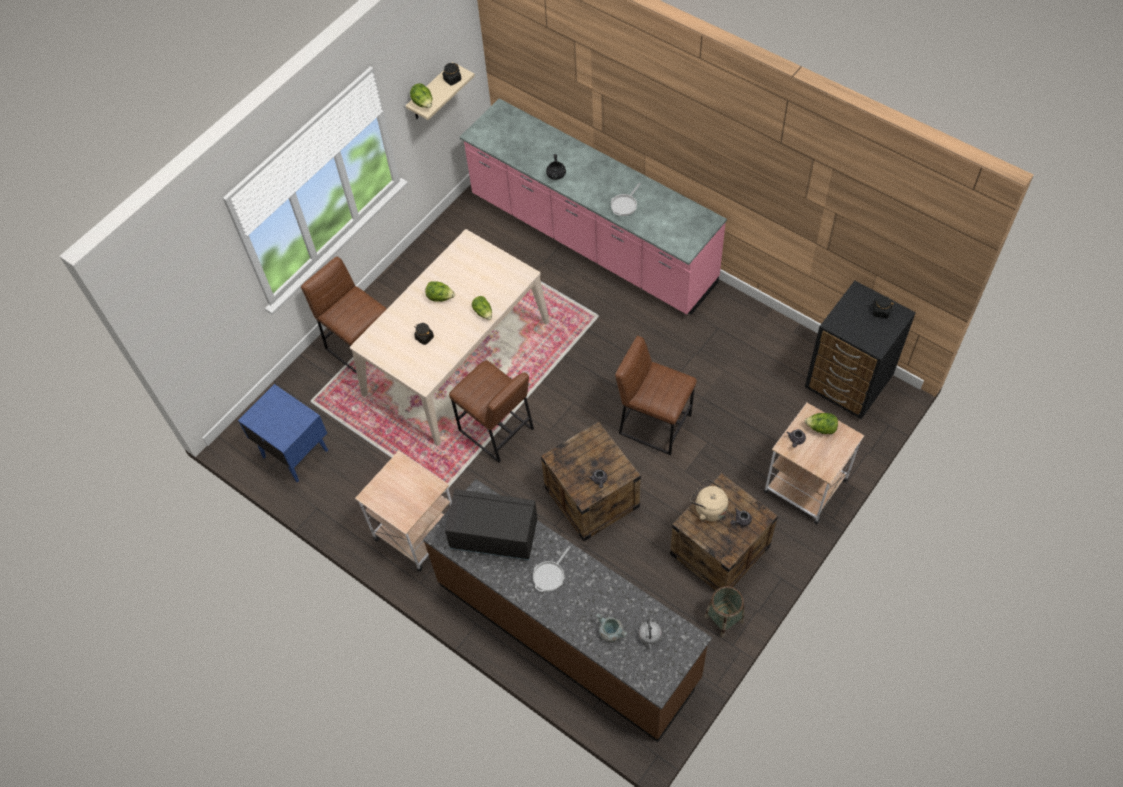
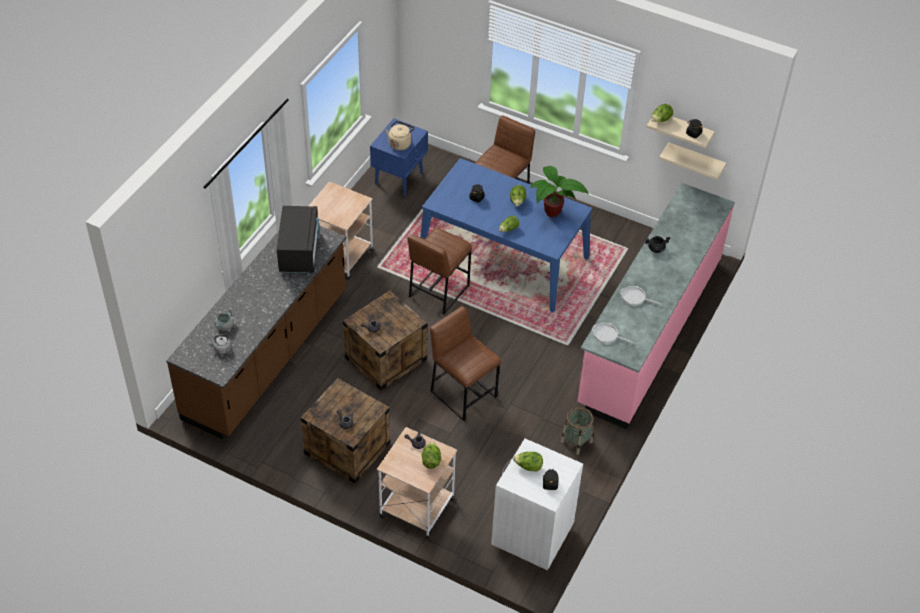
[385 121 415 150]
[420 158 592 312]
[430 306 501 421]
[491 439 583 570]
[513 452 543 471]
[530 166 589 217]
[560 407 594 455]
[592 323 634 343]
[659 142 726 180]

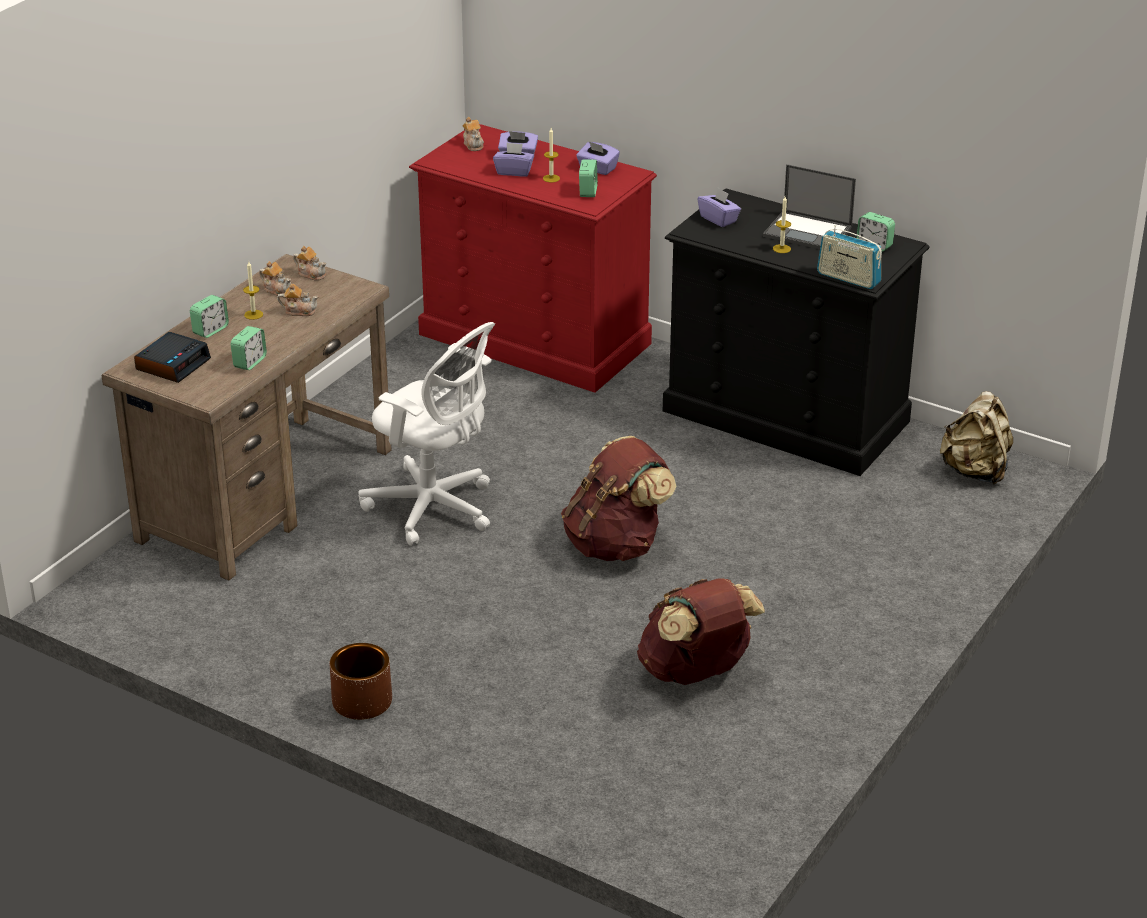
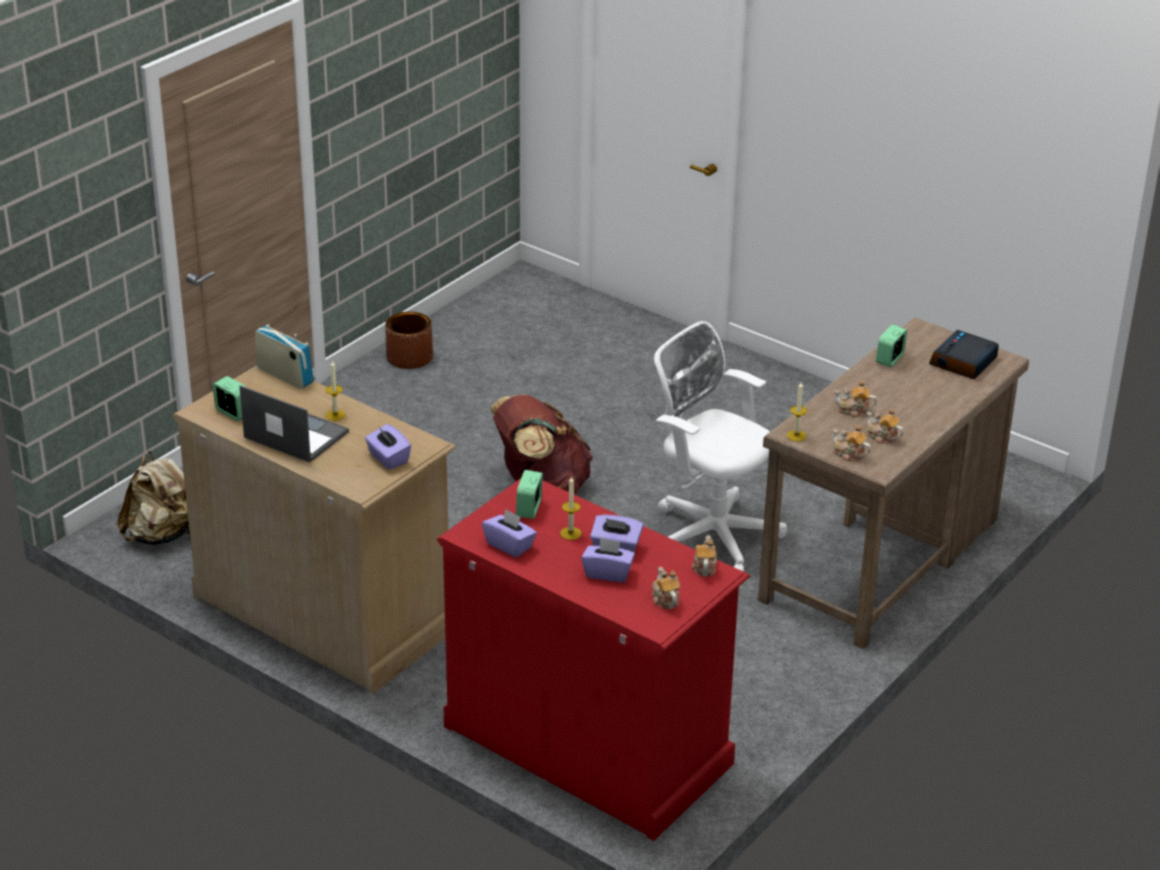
[173 365 457 694]
[385 312 433 369]
[692 535 717 577]
[787 382 807 441]
[190 295 229 338] (first image)
[637 578 765 685] (first image)

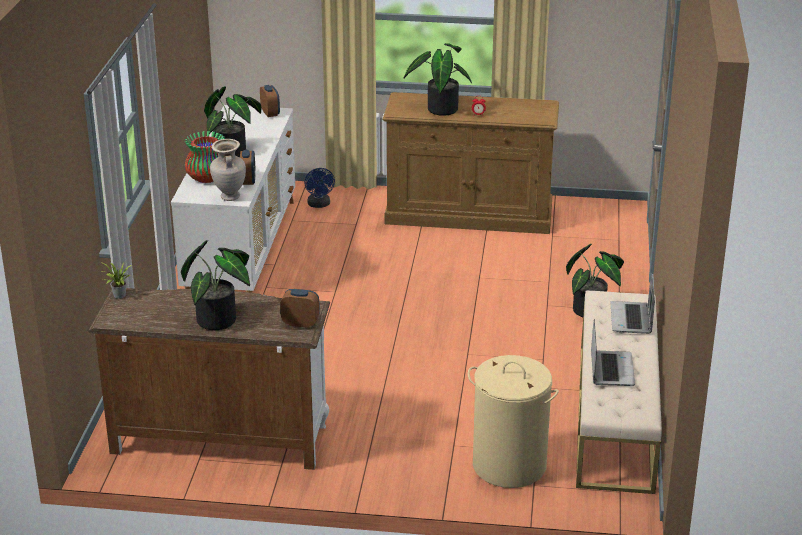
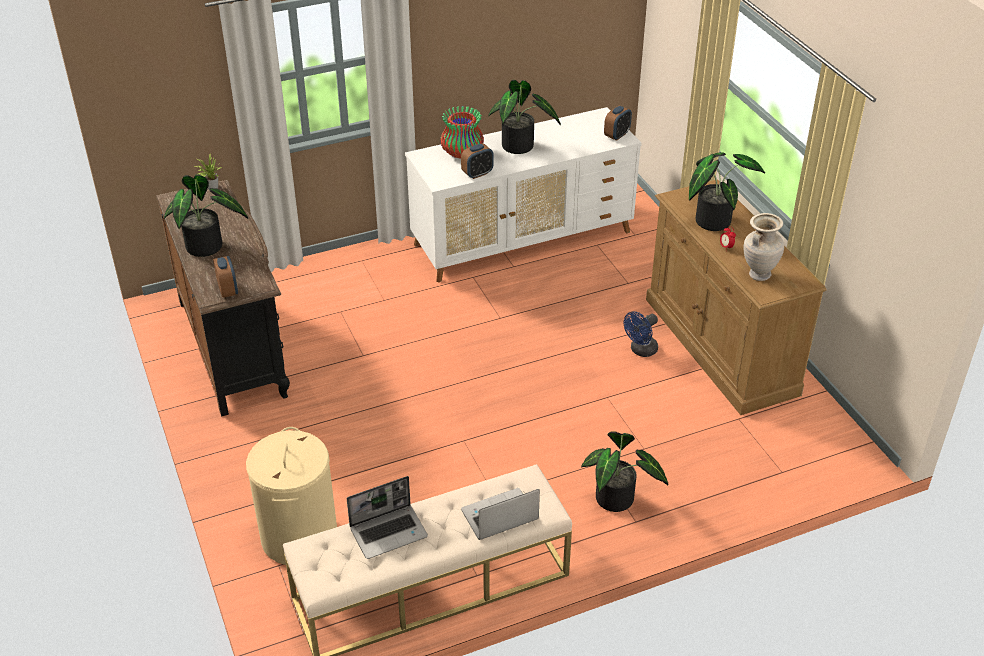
[156 180 290 417]
[624 311 658 357]
[743 213 784 281]

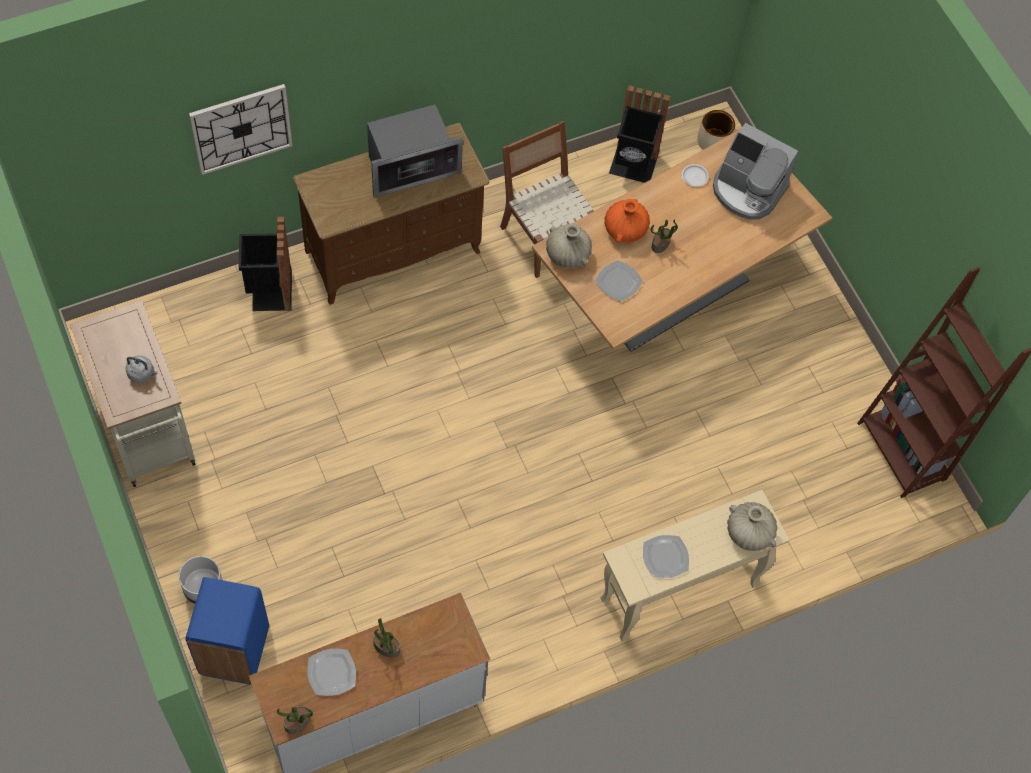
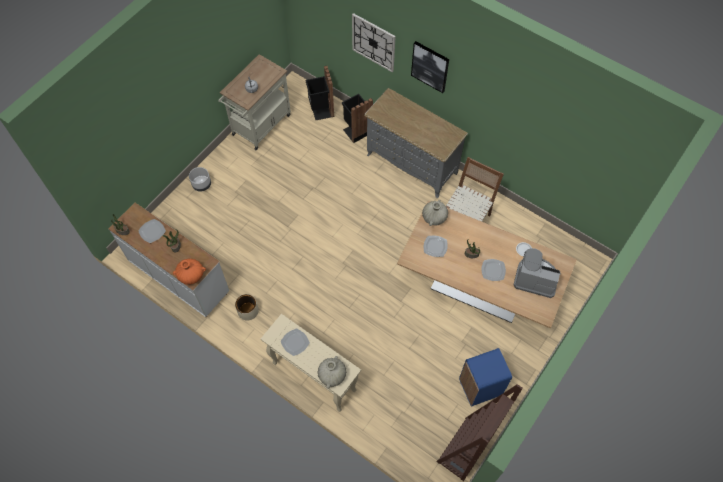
[173 258 206 285]
[235 294 259 321]
[305 66 334 121]
[364 88 468 198]
[411 41 449 93]
[459 348 512 407]
[481 259 506 281]
[514 248 561 298]
[367 105 463 198] (first image)

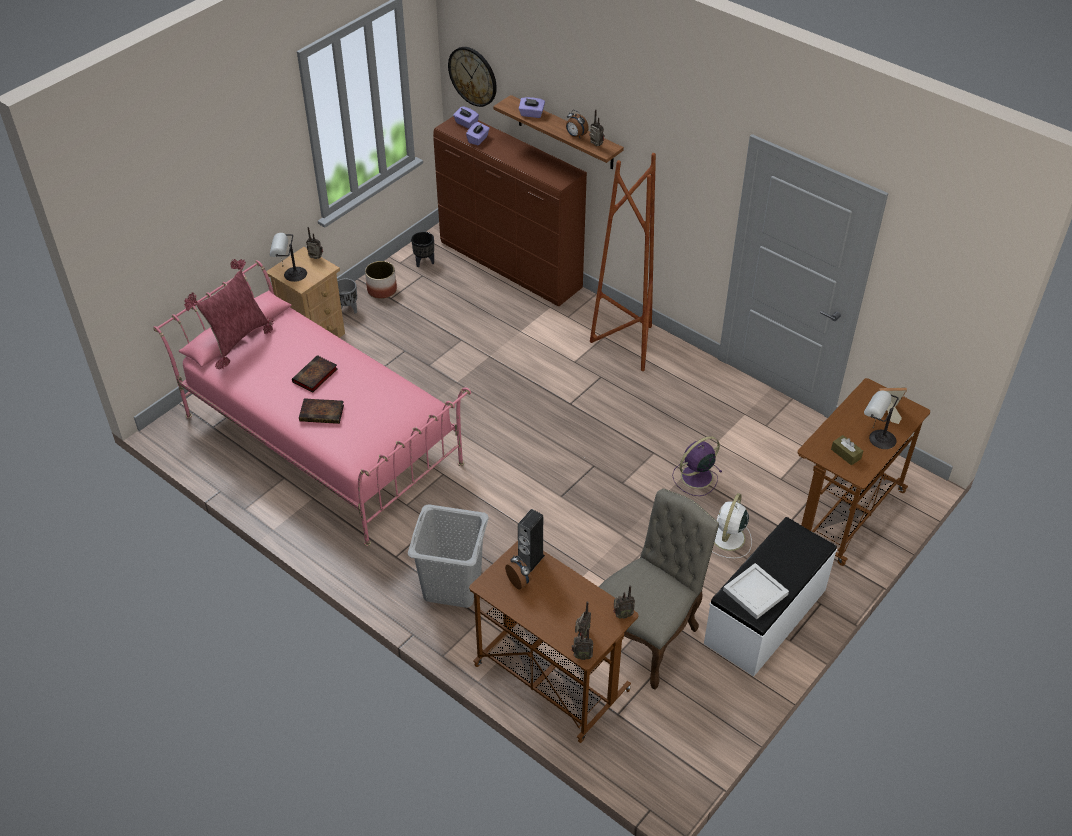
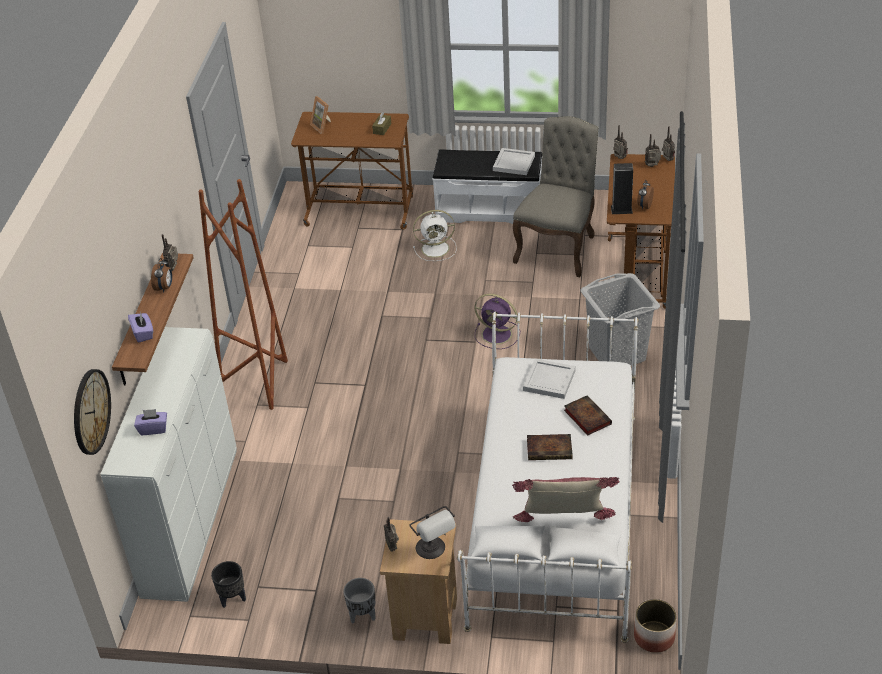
[100 327 237 602]
[457 312 638 643]
[475 294 520 349]
[513 116 598 277]
[523 359 576 399]
[634 599 677 653]
[453 106 479 129] (first image)
[864 391 898 449] (first image)

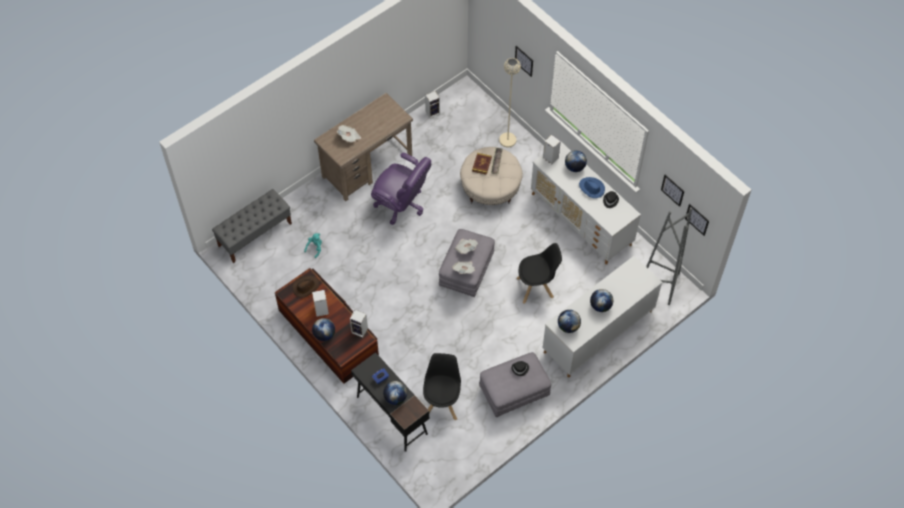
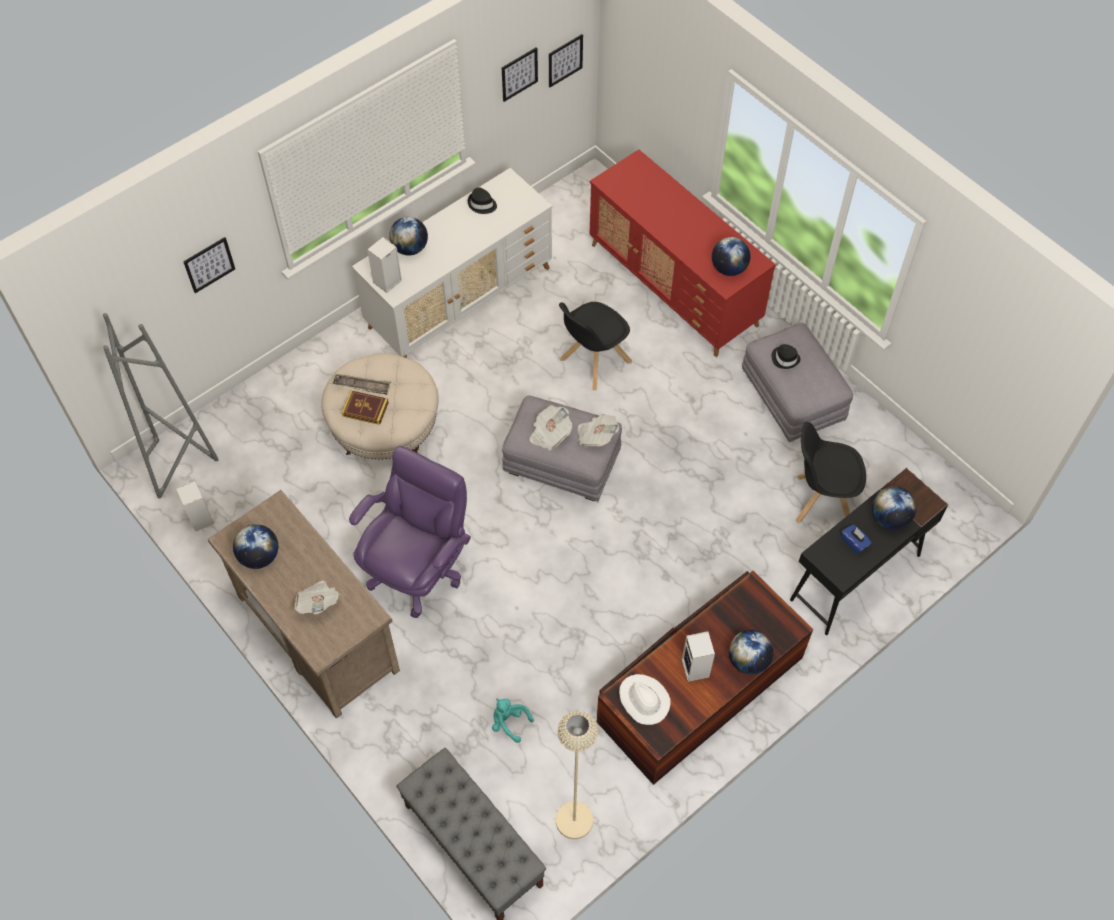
[103 313 219 499]
[233 524 278 569]
[556 711 598 839]
[559 302 632 390]
[589 149 776 357]
[619 674 671 725]
[350 310 368 338] (first image)
[579 177 605 198] (first image)

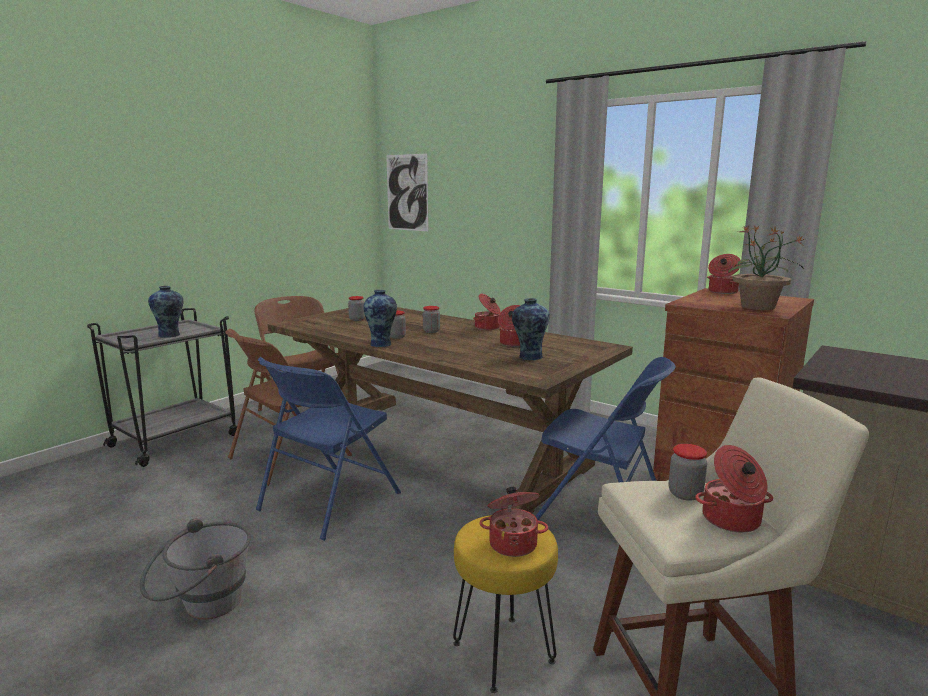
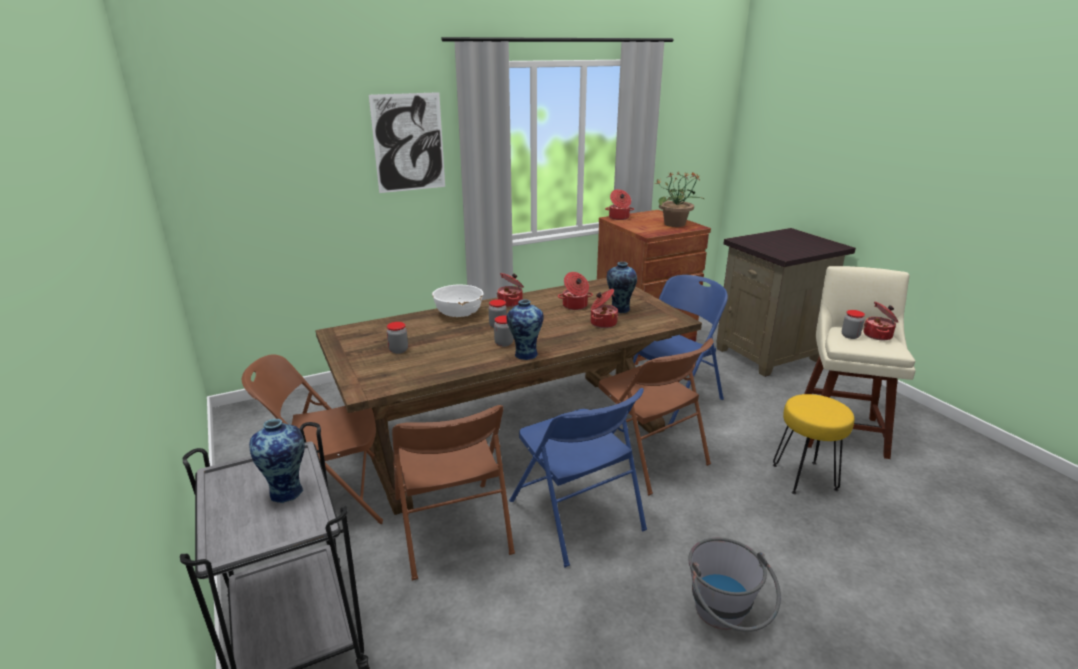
[369 92 445 193]
[432 285 484 318]
[591 289 618 328]
[598 338 713 496]

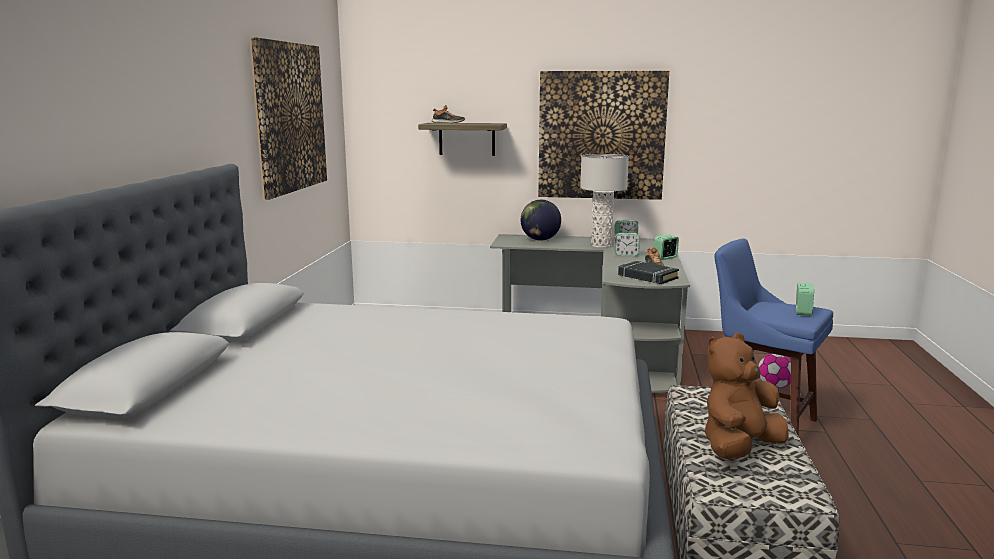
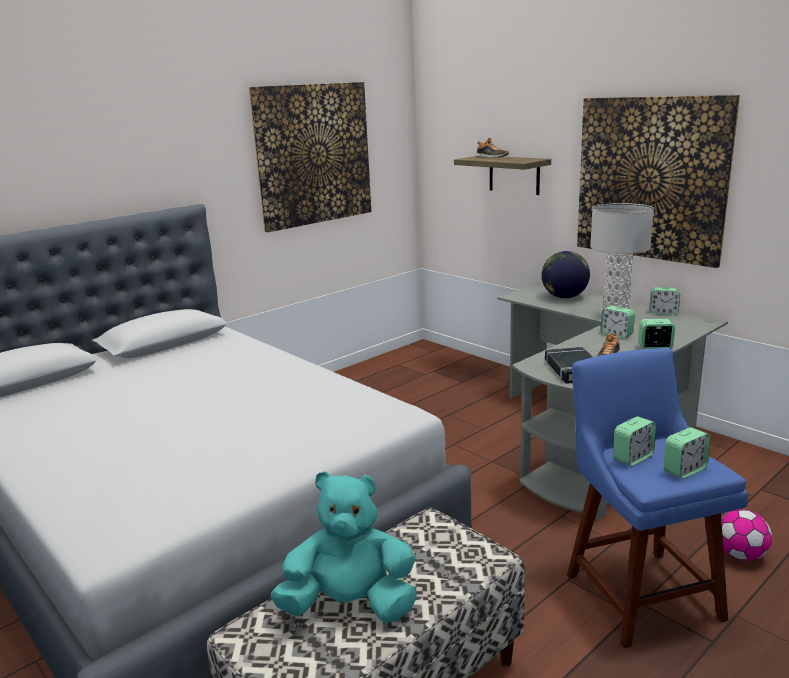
[271 471 417 623]
[613 416 656 466]

